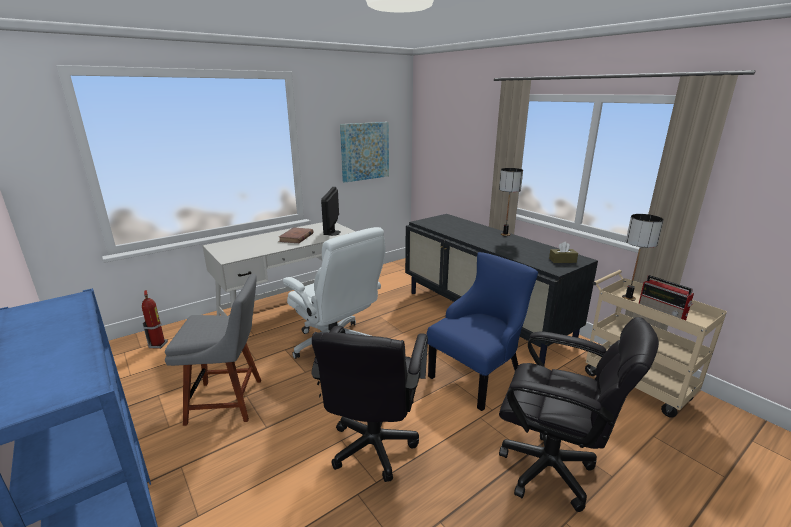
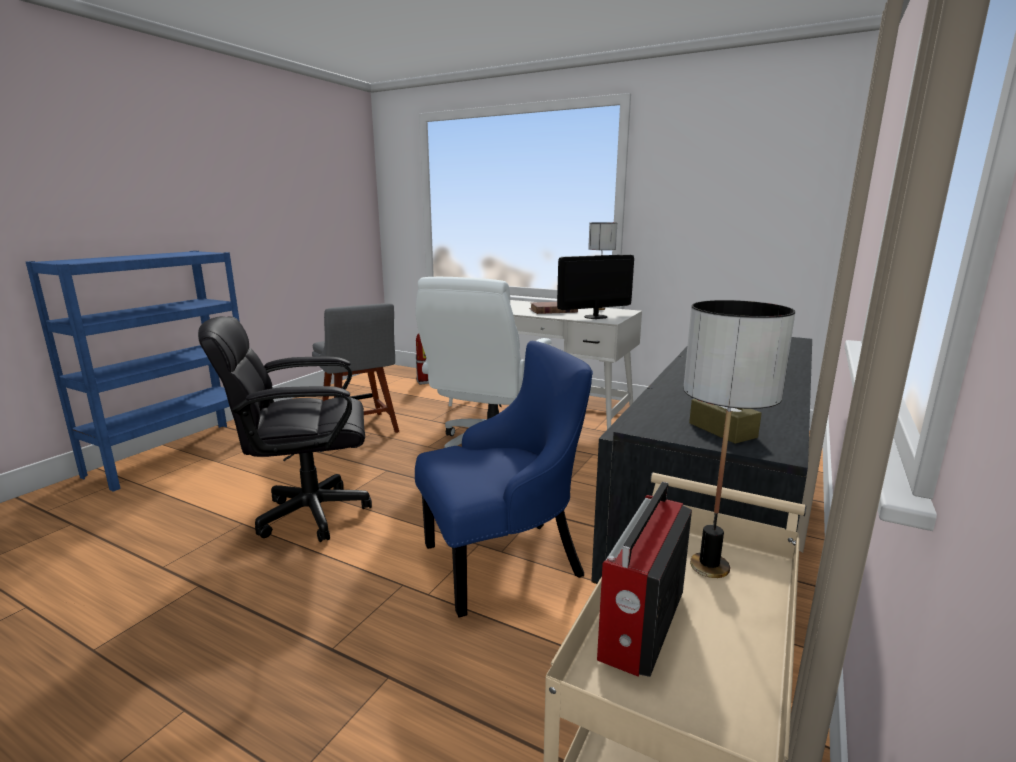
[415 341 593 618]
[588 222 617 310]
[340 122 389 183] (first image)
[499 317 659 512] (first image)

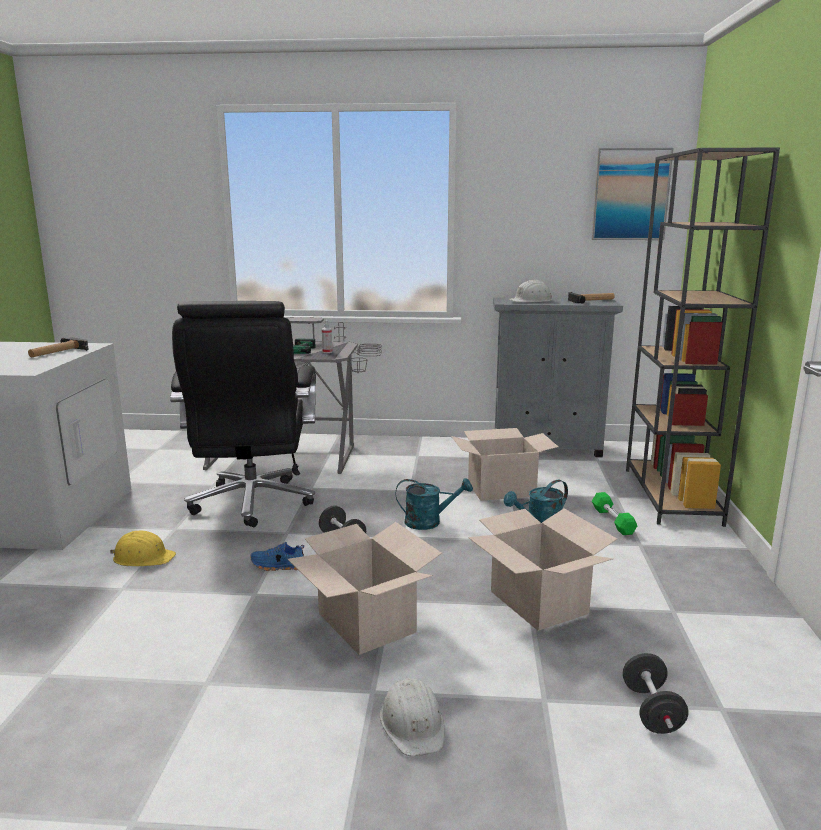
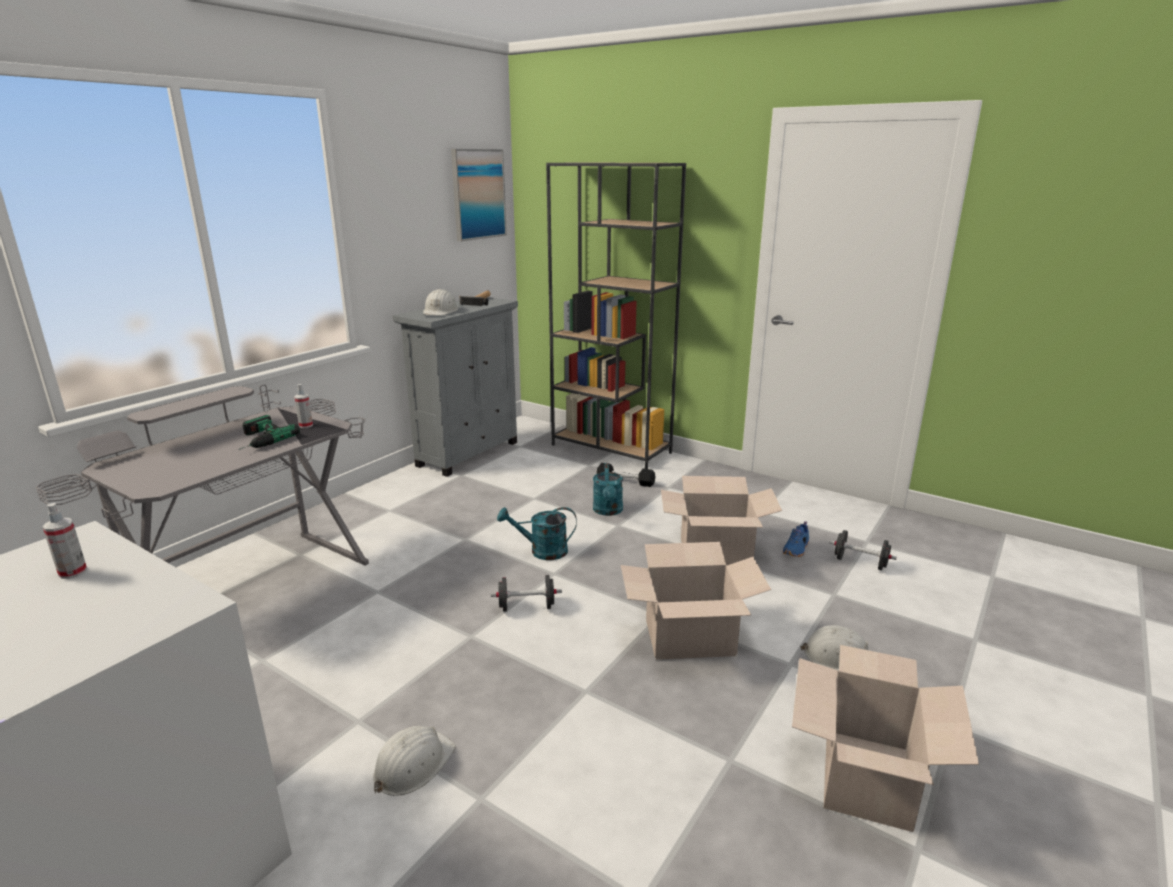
[43 503 87 579]
[373 726 455 796]
[497 507 577 560]
[597 463 655 487]
[782 521 809 557]
[792 645 979 832]
[170 301 316 527] (first image)

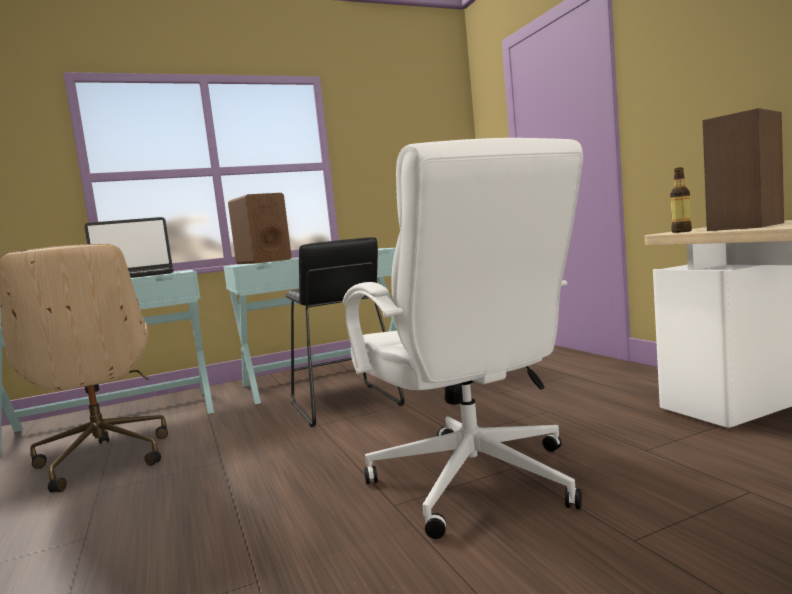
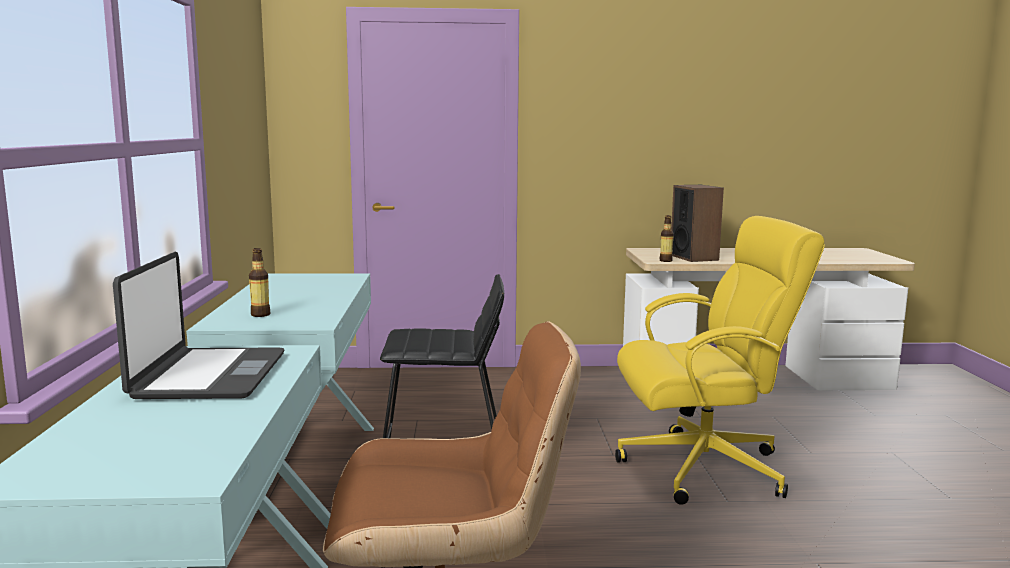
[249 248 270 317]
[615 216 825 505]

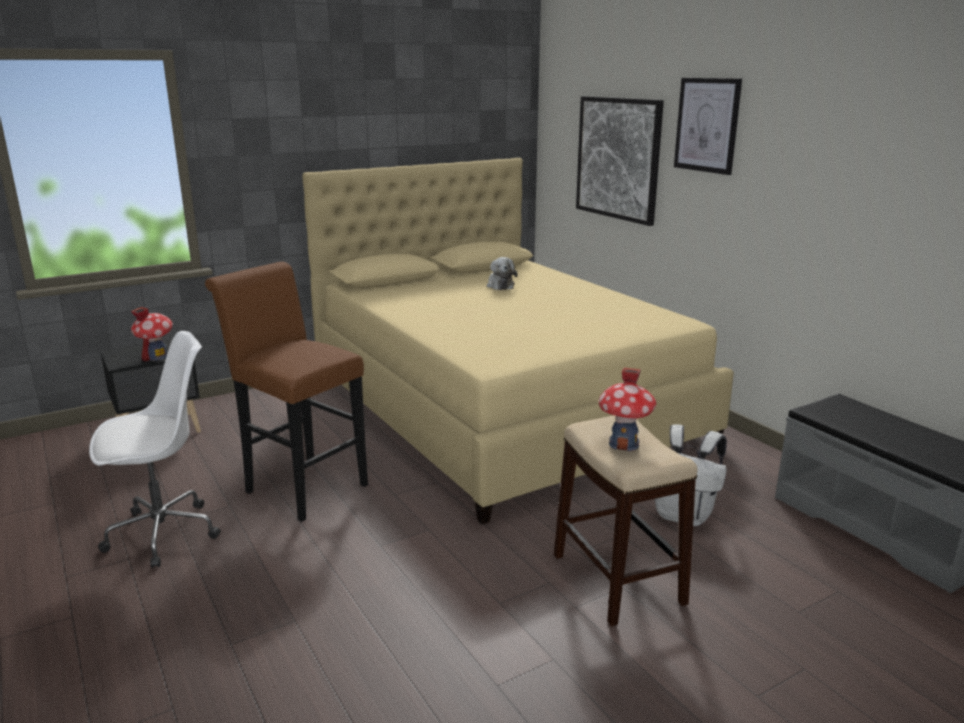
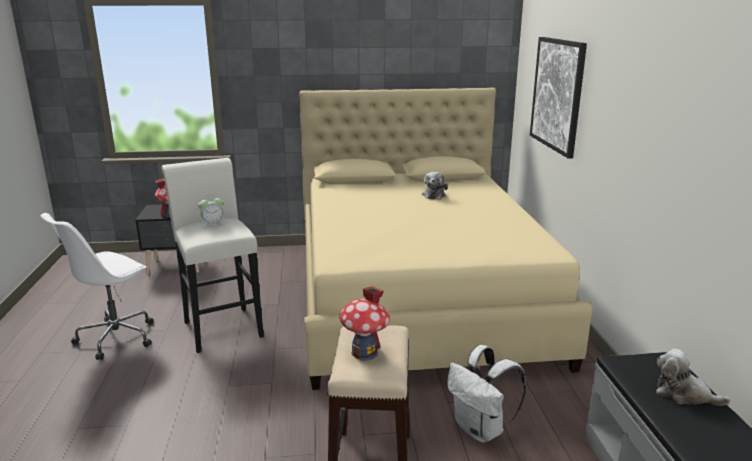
[40 213 154 360]
[162 158 264 353]
[198 195 224 228]
[656 349 731 406]
[674 78 742 175] (first image)

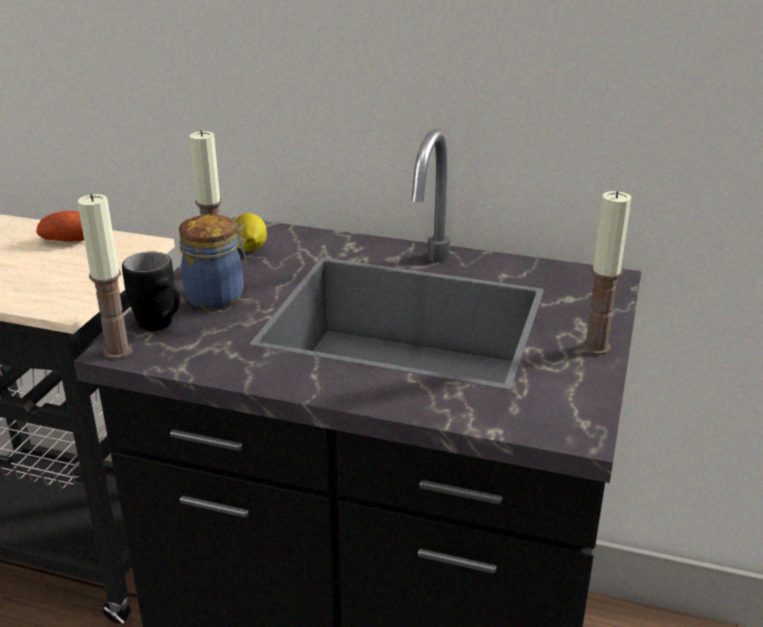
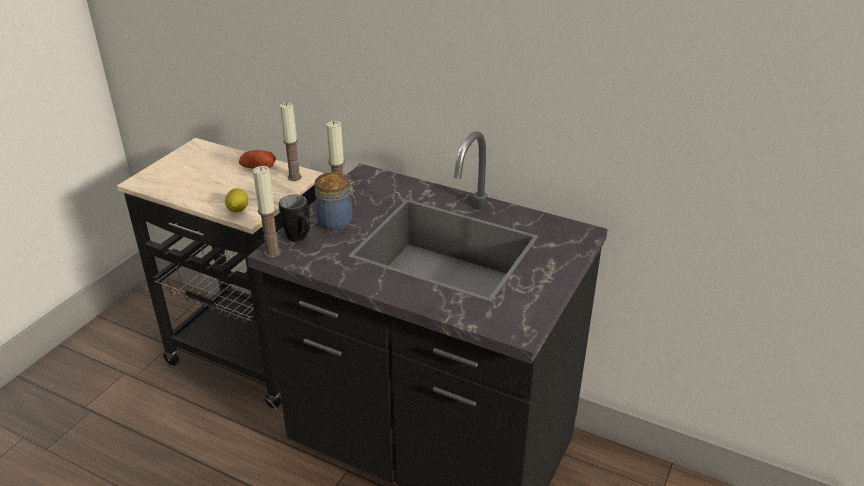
[225 188 248 213]
[280 103 302 181]

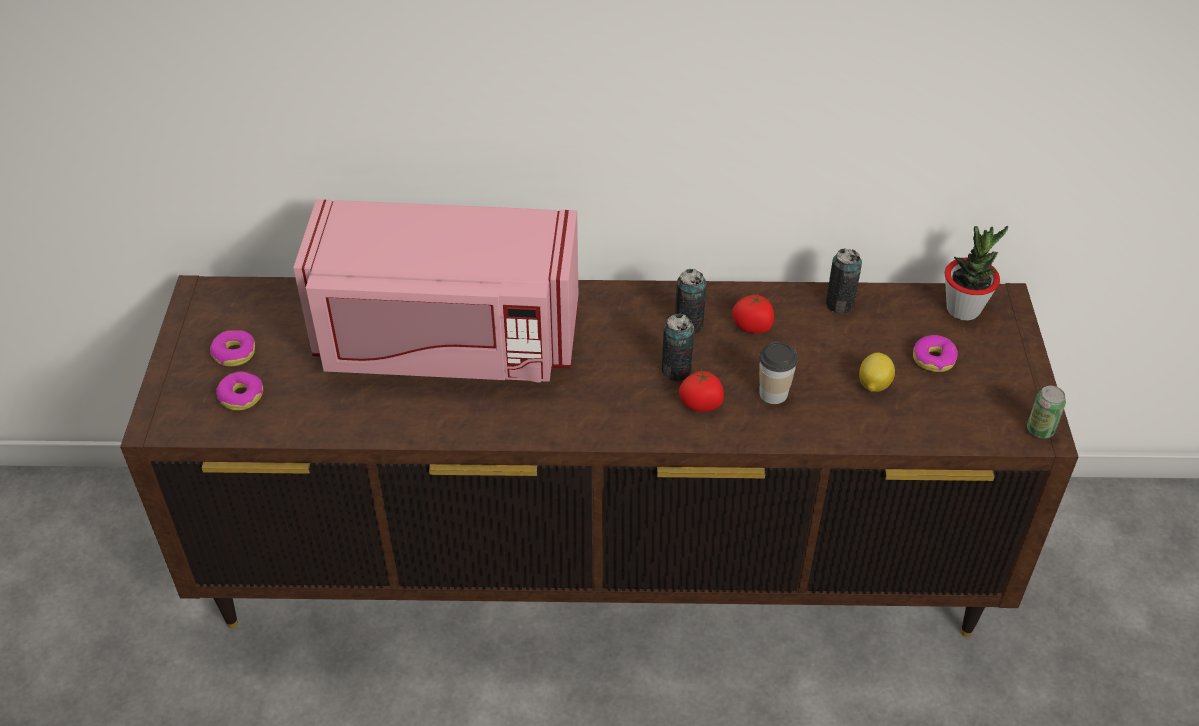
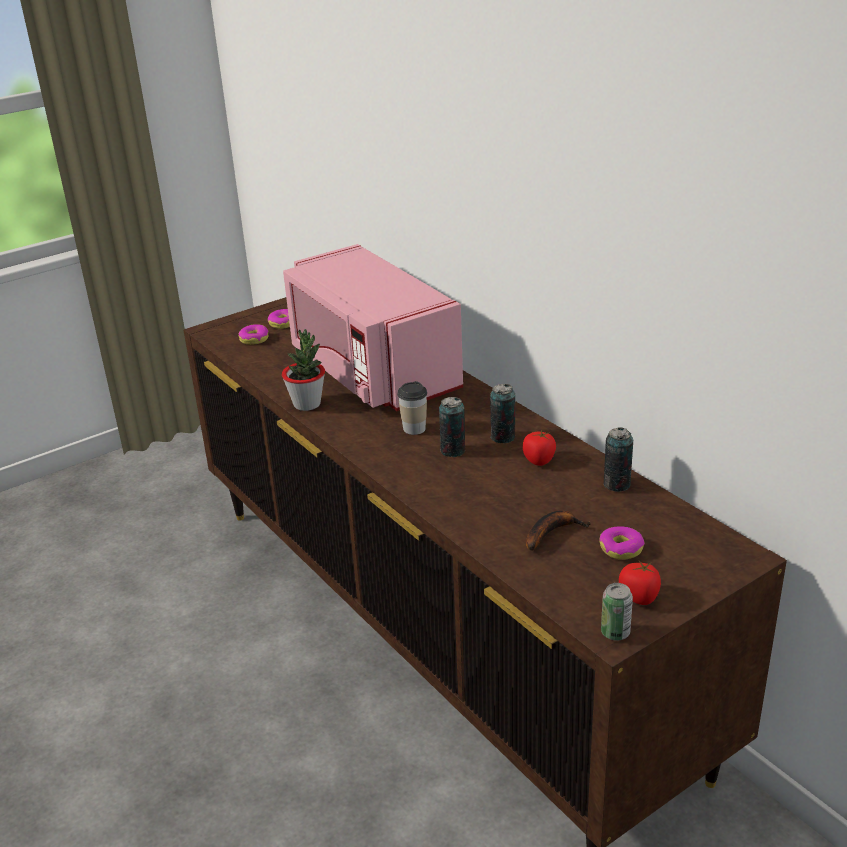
[282 329 325 411]
[397 381 427 435]
[526 510 591 551]
[619 561 661 605]

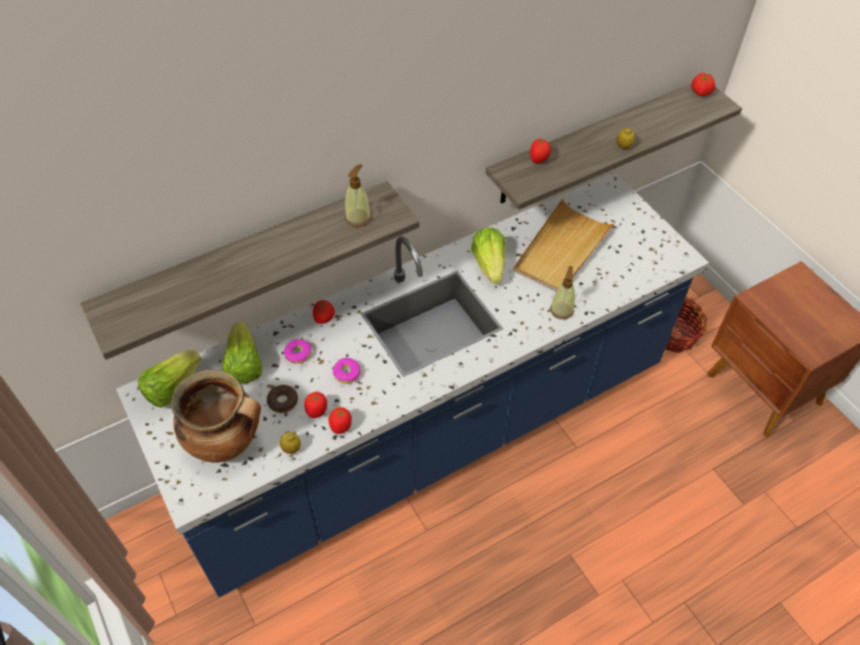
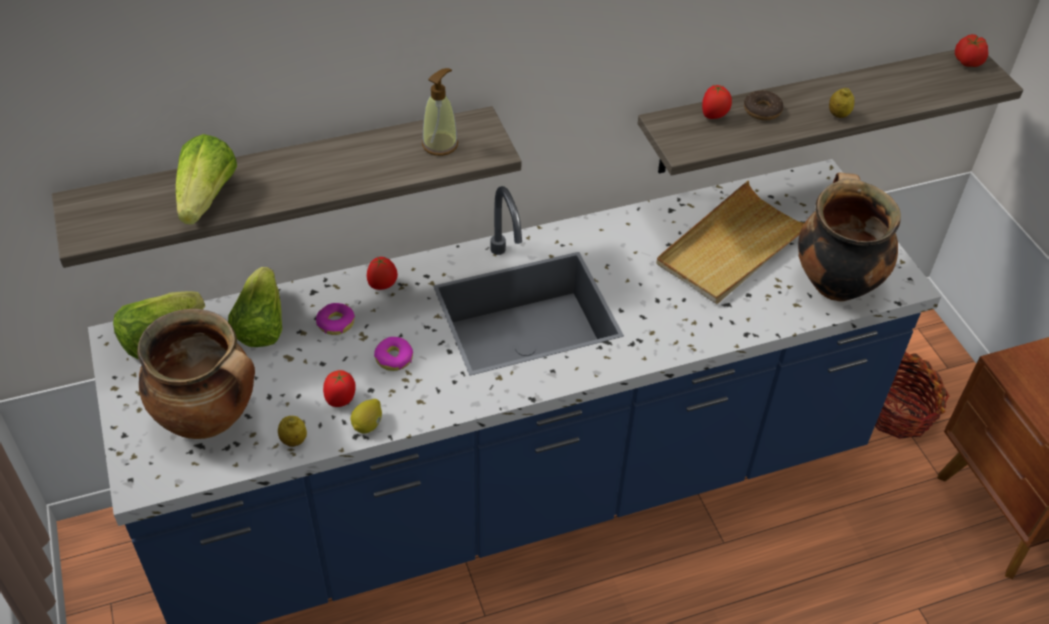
[176 134 237 225]
[350 399 382 434]
[744 91 783 121]
[798 172 901 301]
[550 266 575 319] (first image)

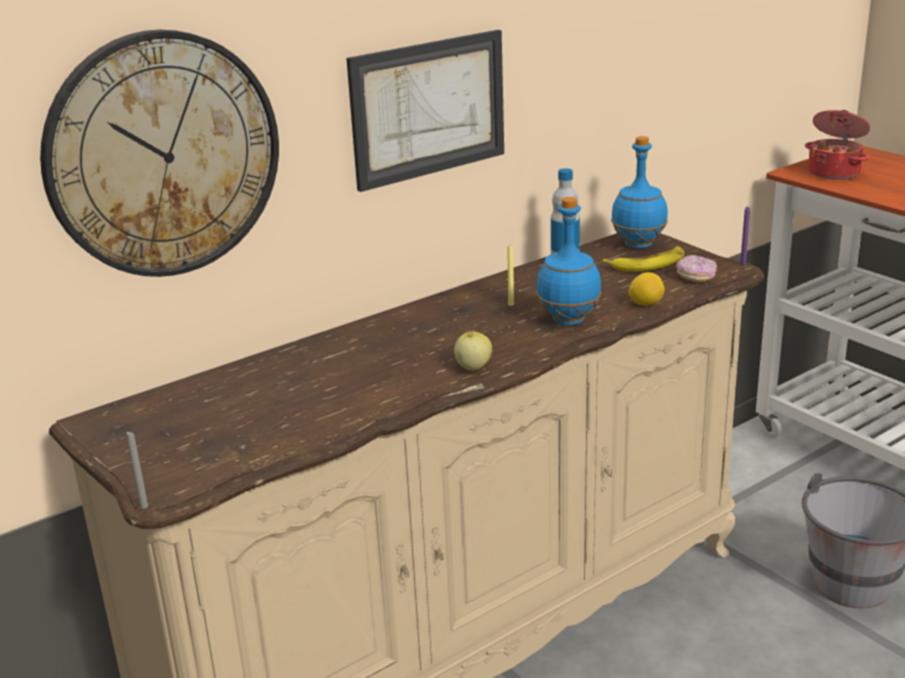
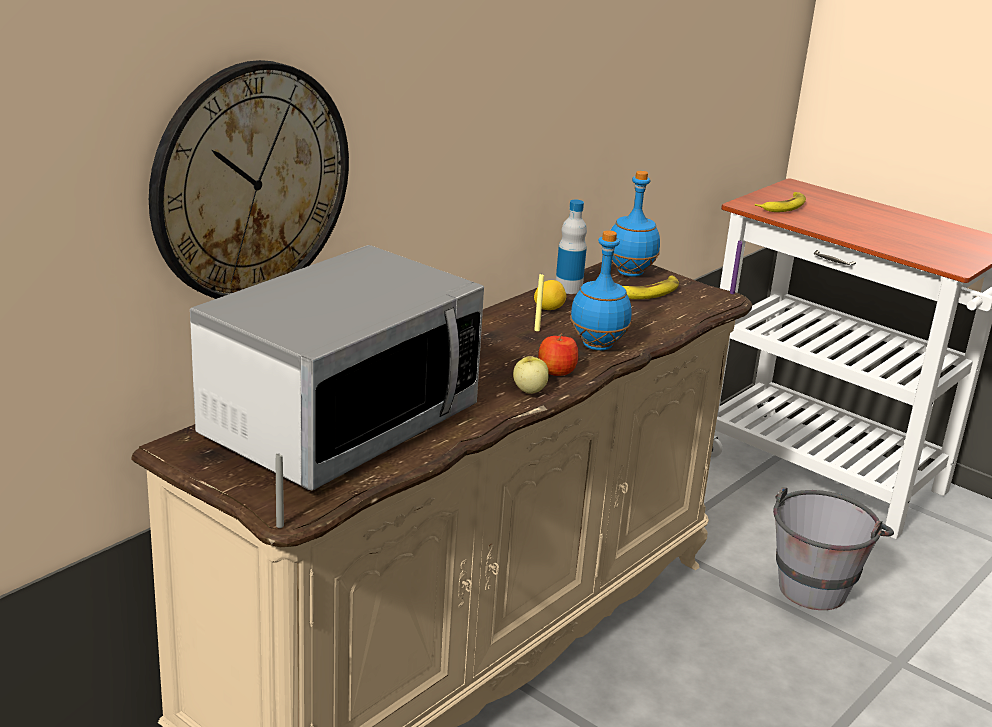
[190 245 484 490]
[534 280 566 310]
[538 333 578 376]
[755 192 806 212]
[346 30 504 192] (first image)
[676 255 717 282] (first image)

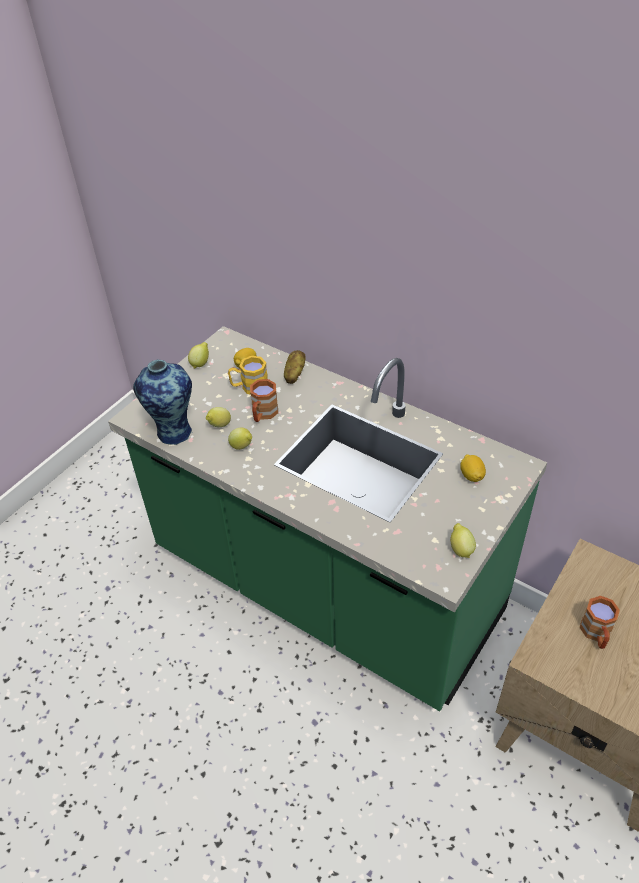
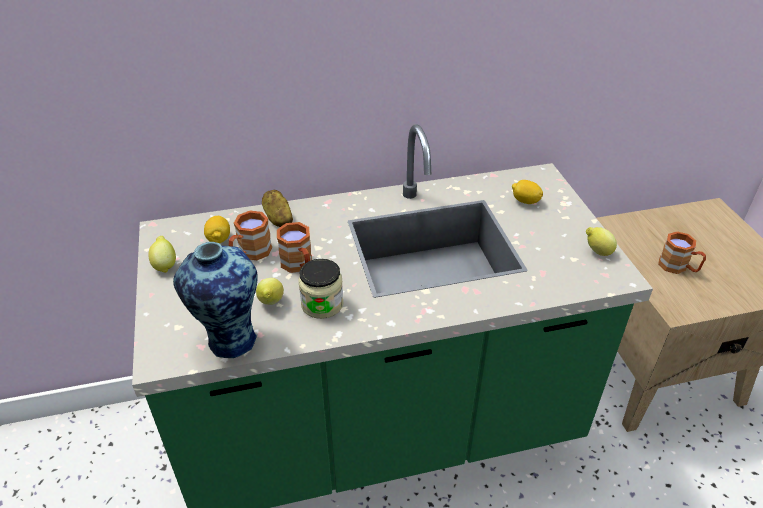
[229 211 272 260]
[298 259 344 319]

